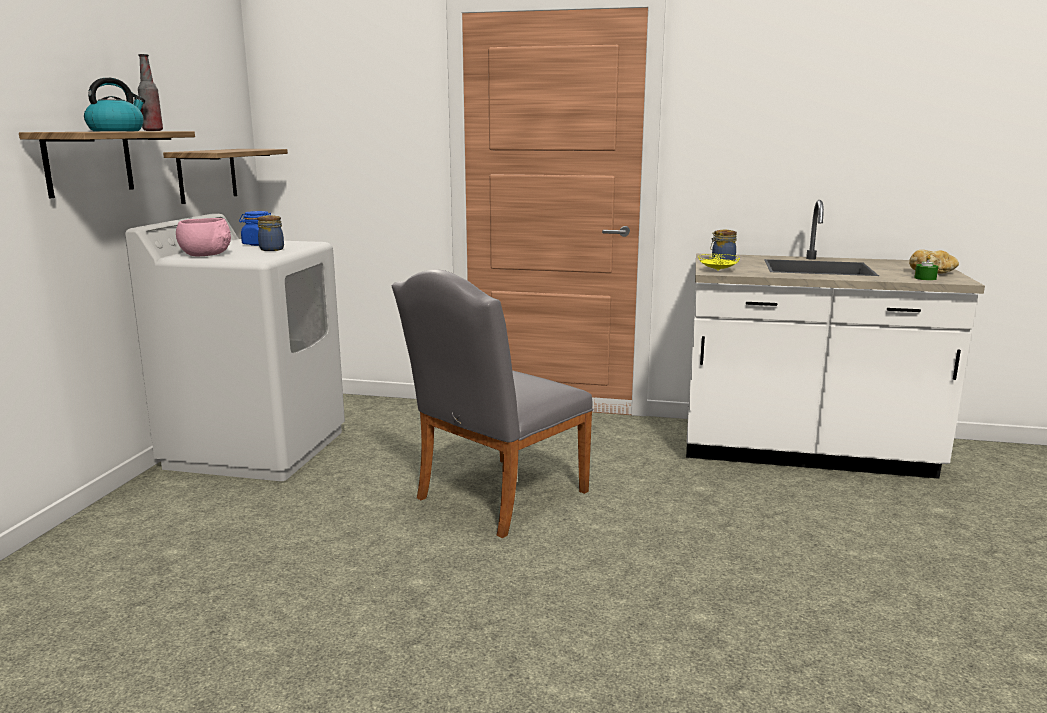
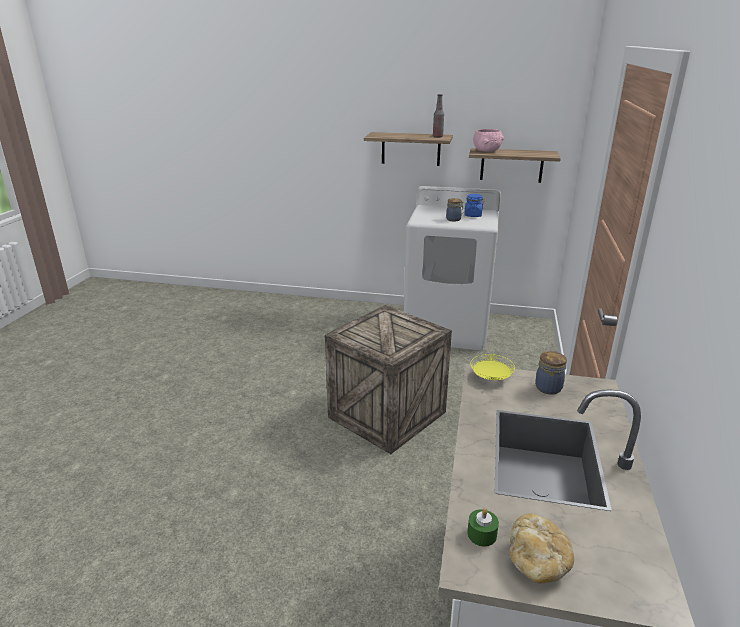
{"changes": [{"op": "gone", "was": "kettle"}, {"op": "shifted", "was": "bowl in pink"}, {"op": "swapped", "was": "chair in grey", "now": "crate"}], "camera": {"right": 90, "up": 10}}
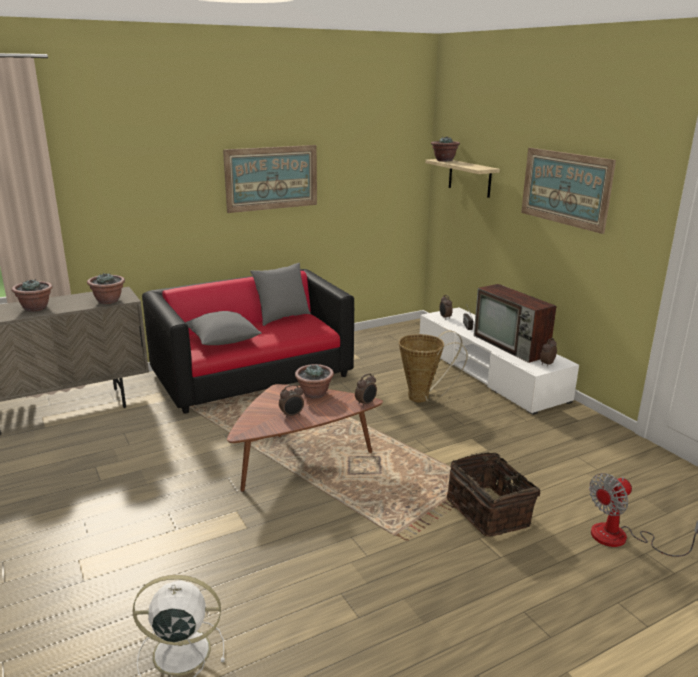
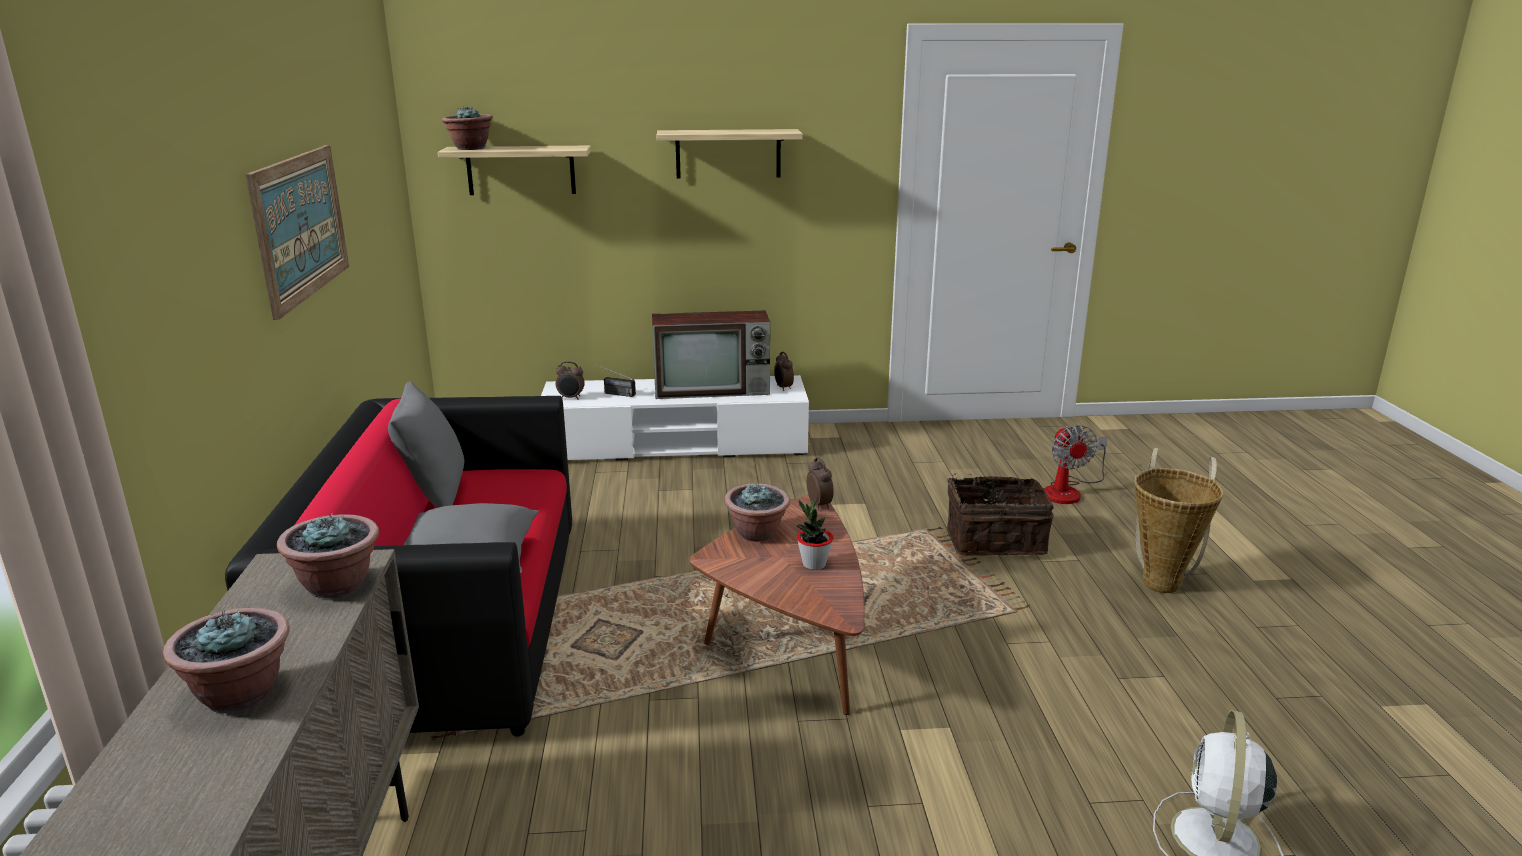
{"changes": [{"op": "swapped", "was": "picture (no. 2 from left)", "now": "shelf (no. 2 from left)"}, {"op": "shifted", "was": "basket (no. 1 from left in the first image)", "now": "basket (no. 2 from left)"}, {"op": "swapped", "was": "alarm clock (no. 1 from left)", "now": "potted plant (no. 5 from left)"}], "camera": {"right": -65, "up": 0}}
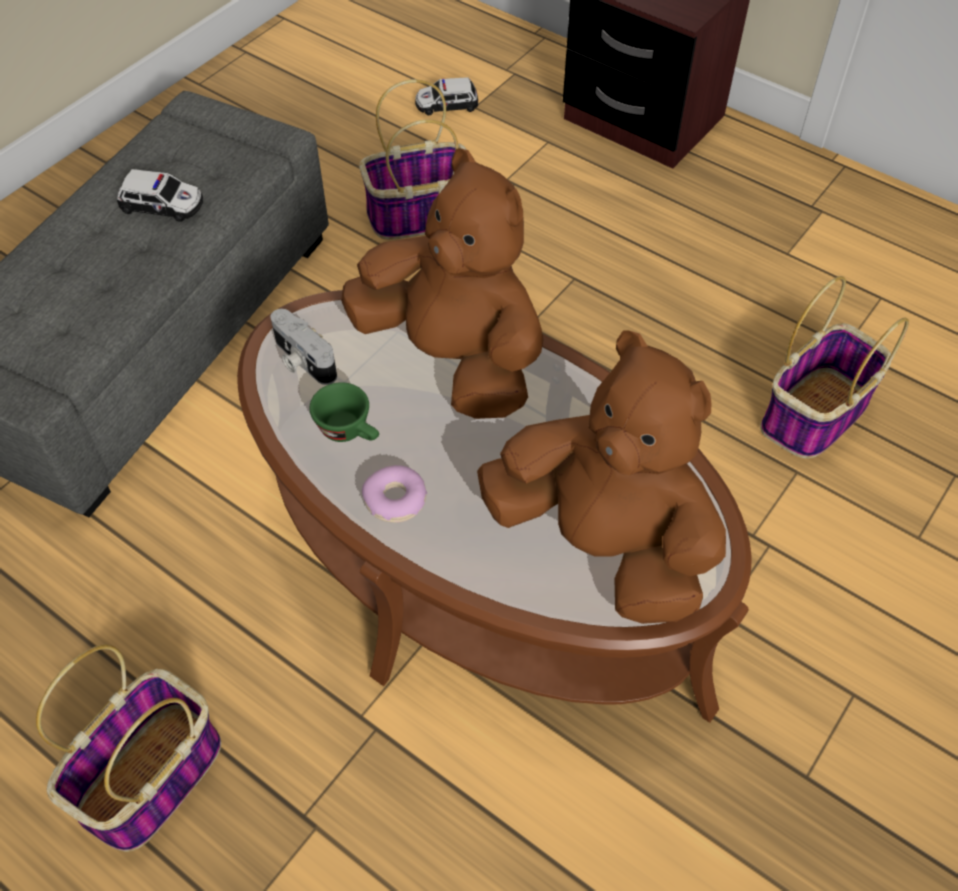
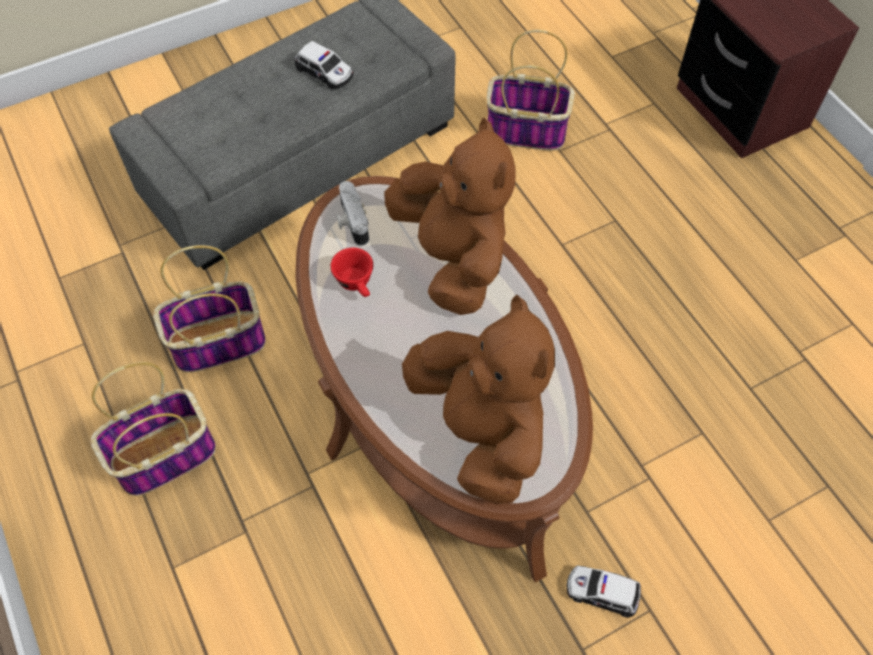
{"changes": [{"op": "shifted", "was": "toy car (no. 2 from left)"}, {"op": "shifted", "was": "basket (no. 3 from left in the first image)", "now": "basket (no. 2 from left)"}, {"op": "repainted", "was": "cup in green", "now": "cup in red"}, {"op": "gone", "was": "donut"}], "camera": {"right": 25, "up": 5}}
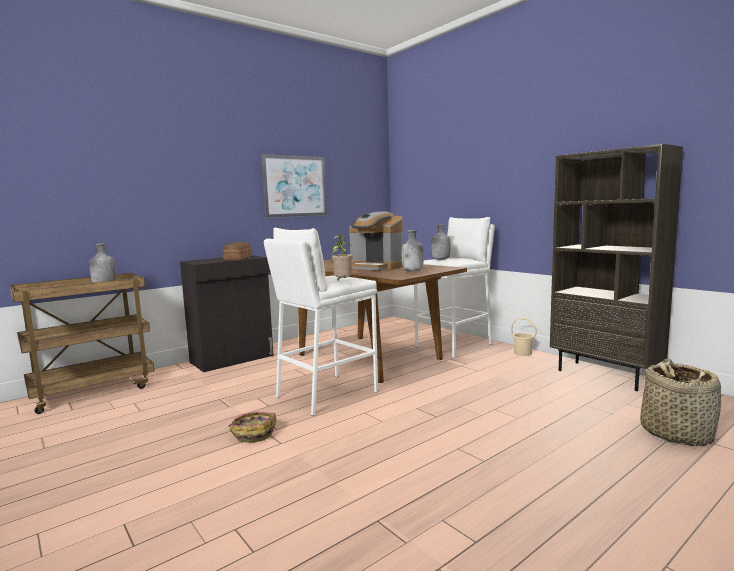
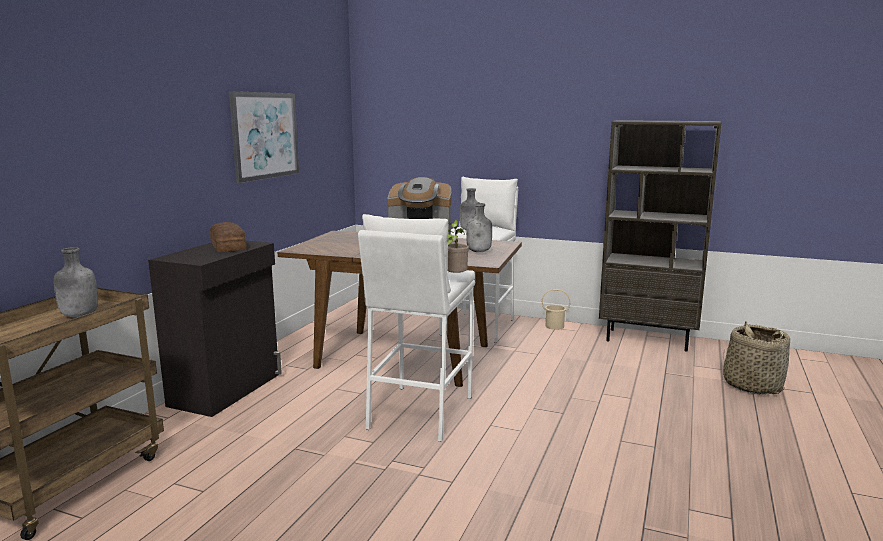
{"changes": [{"op": "gone", "was": "basket (no. 1 from left)"}], "camera": {"right": -30, "up": 5}}
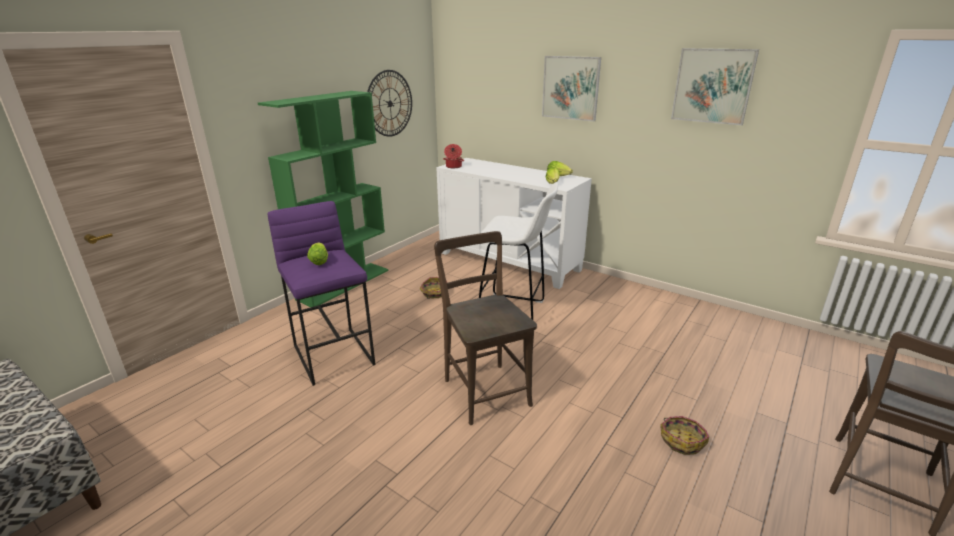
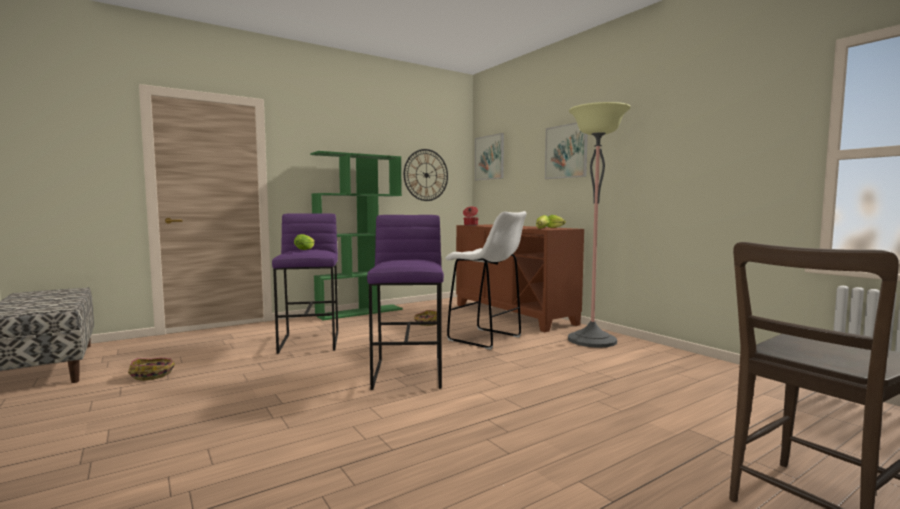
{"changes": [{"op": "shifted", "was": "picture (no. 2 from left in the first image)", "now": "picture (no. 1 from left)"}, {"op": "repainted", "was": "cabinet in white", "now": "cabinet in brown"}, {"op": "swapped", "was": "chair in brown (no. 1 from left)", "now": "stool in purple (no. 2 from left)"}, {"op": "shifted", "was": "basket (no. 2 from left in the first image)", "now": "basket (no. 1 from left)"}, {"op": "new", "now": "floor lamp"}], "camera": {"right": 20, "up": -20}}
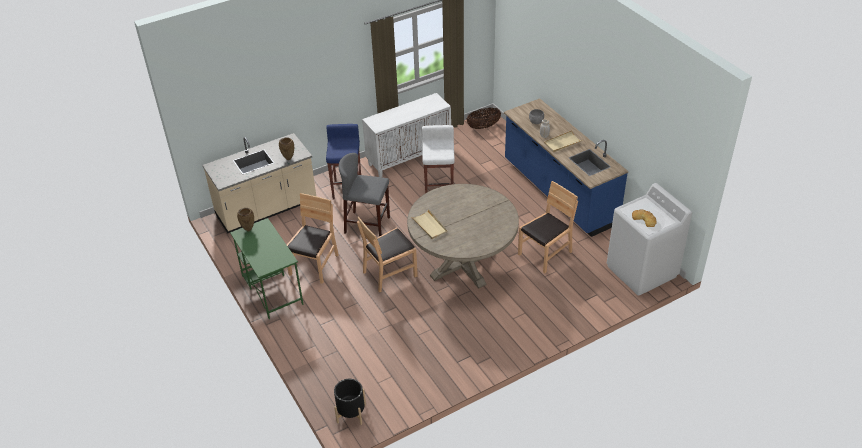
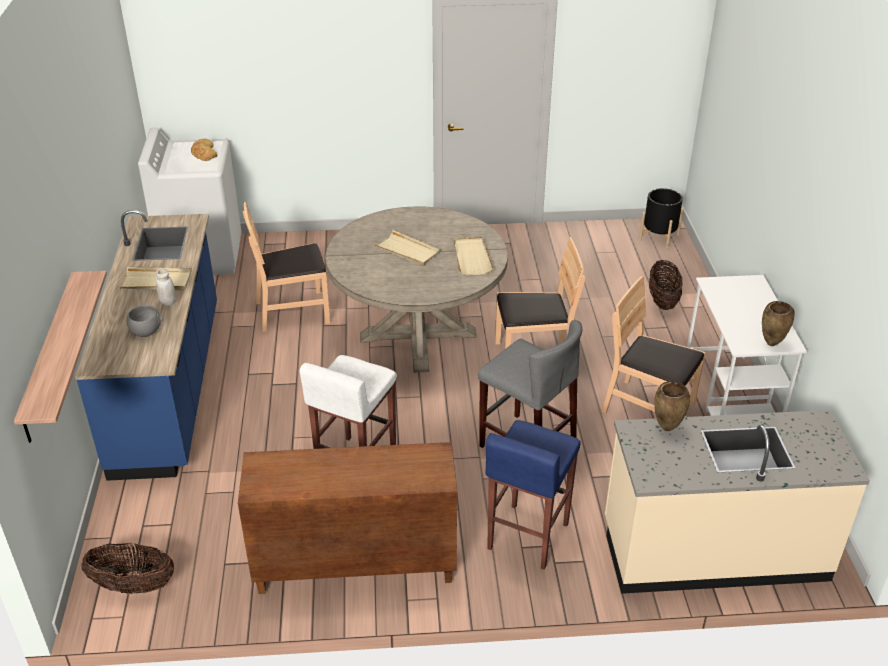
{"changes": [{"op": "repainted", "was": "cabinet in white", "now": "cabinet in brown"}, {"op": "rotated", "was": "chair in brown (no. 1 from left in the first image)", "clockwise": 75}, {"op": "repainted", "was": "desk in green", "now": "desk in white"}, {"op": "new", "now": "tray in beige (no. 2 from left)"}, {"op": "new", "now": "basket (no. 2 from left)"}, {"op": "new", "now": "shelf"}], "camera": {"right": -155, "up": -5}}
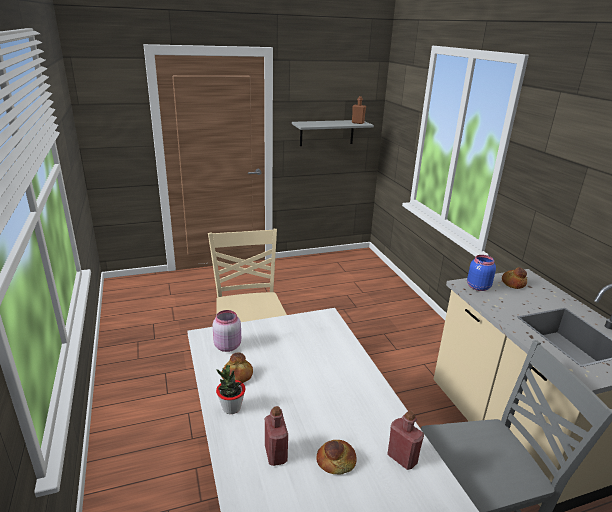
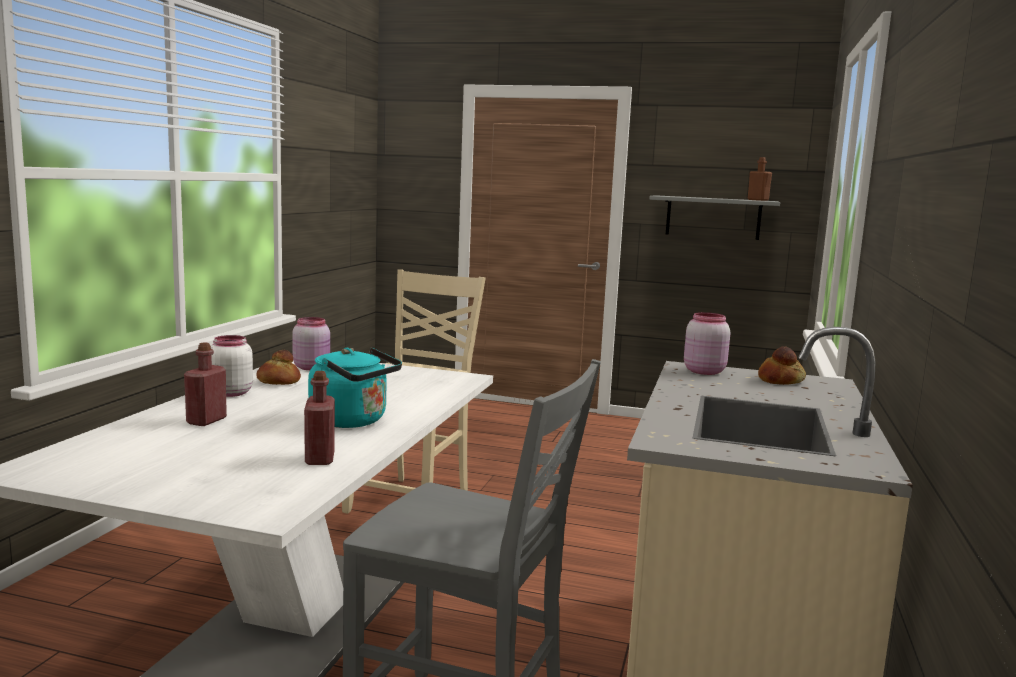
{"changes": [{"op": "repainted", "was": "jar in blue", "now": "jar in pink (no. 2 from left)"}, {"op": "swapped", "was": "potted plant", "now": "jar in white"}, {"op": "gone", "was": "bread (no. 2 from left)"}, {"op": "new", "now": "kettle in turquoise"}], "camera": {"right": 35, "up": -15}}
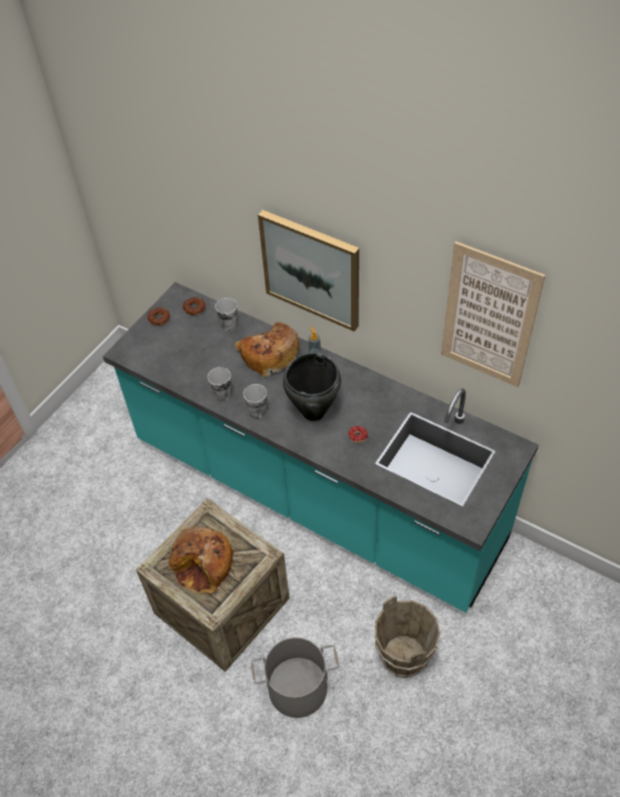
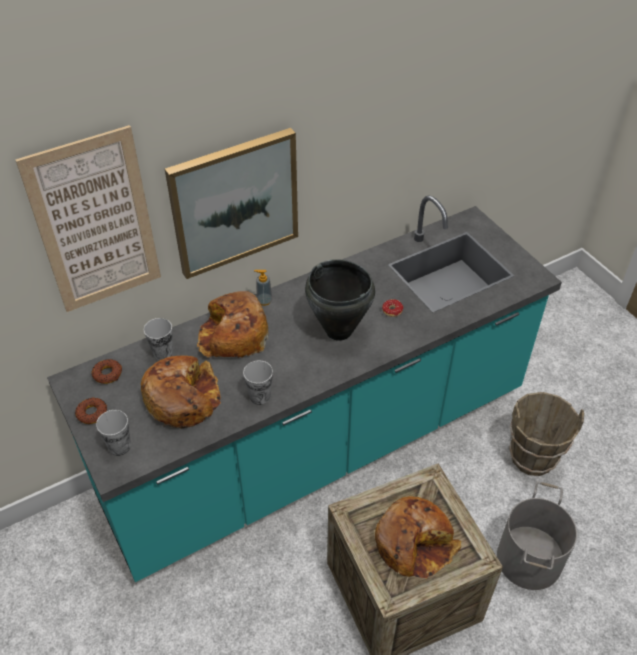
{"changes": [{"op": "shifted", "was": "picture (no. 2 from left in the first image)", "now": "picture (no. 1 from left)"}, {"op": "shifted", "was": "cup (no. 3 from left in the first image)", "now": "cup (no. 1 from left)"}, {"op": "new", "now": "bread (no. 1 from left)"}], "camera": {"right": -65, "up": -5}}
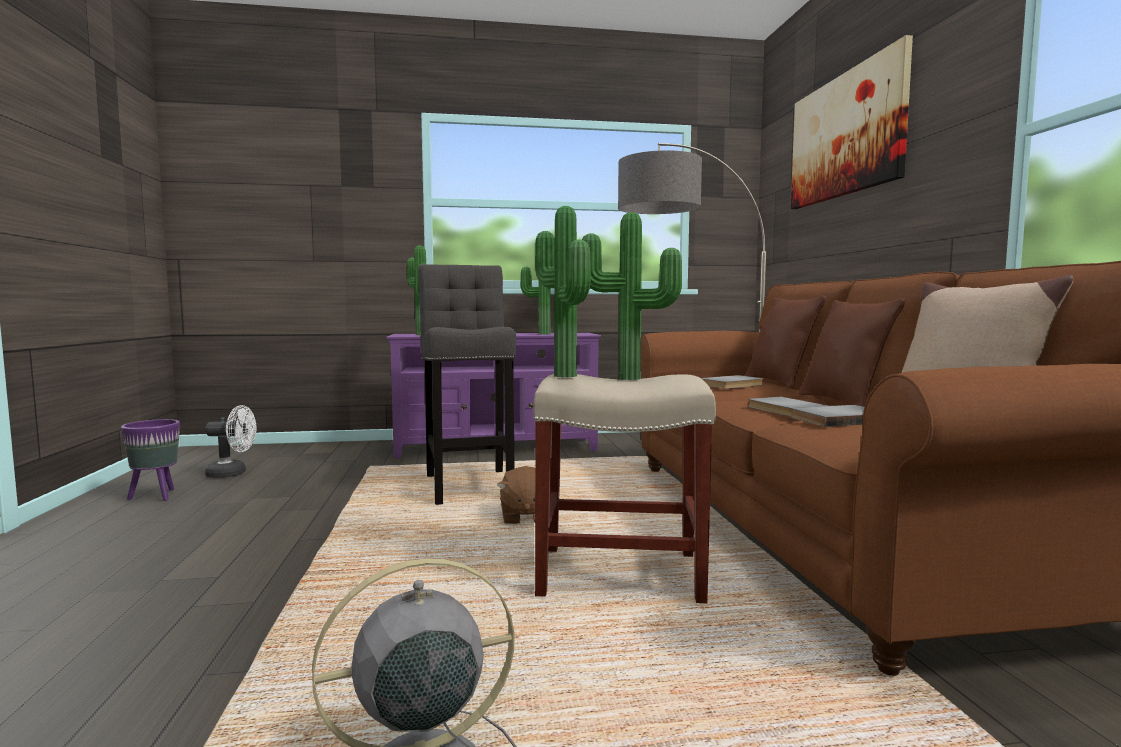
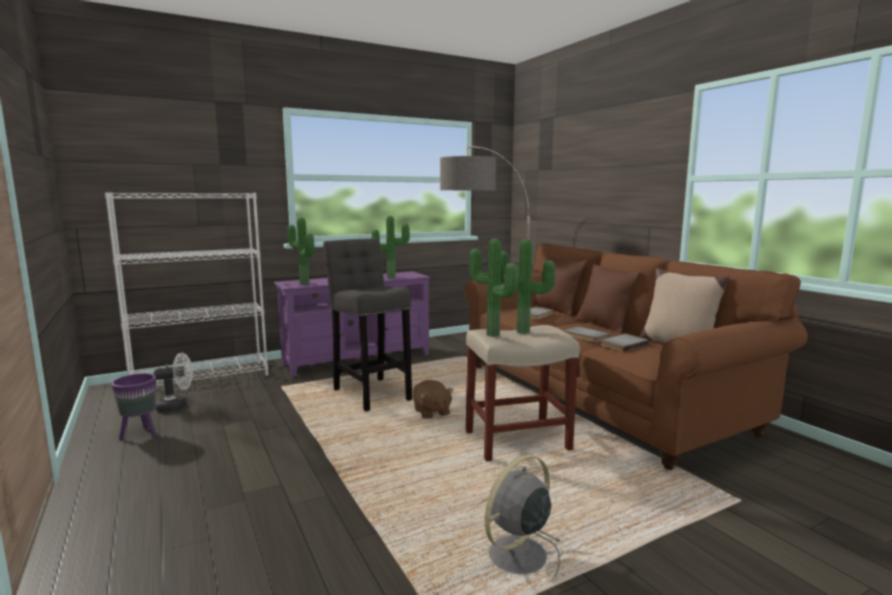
{"changes": [{"op": "gone", "was": "picture"}, {"op": "new", "now": "bookcase in white"}], "camera": {"right": -20, "up": 5}}
